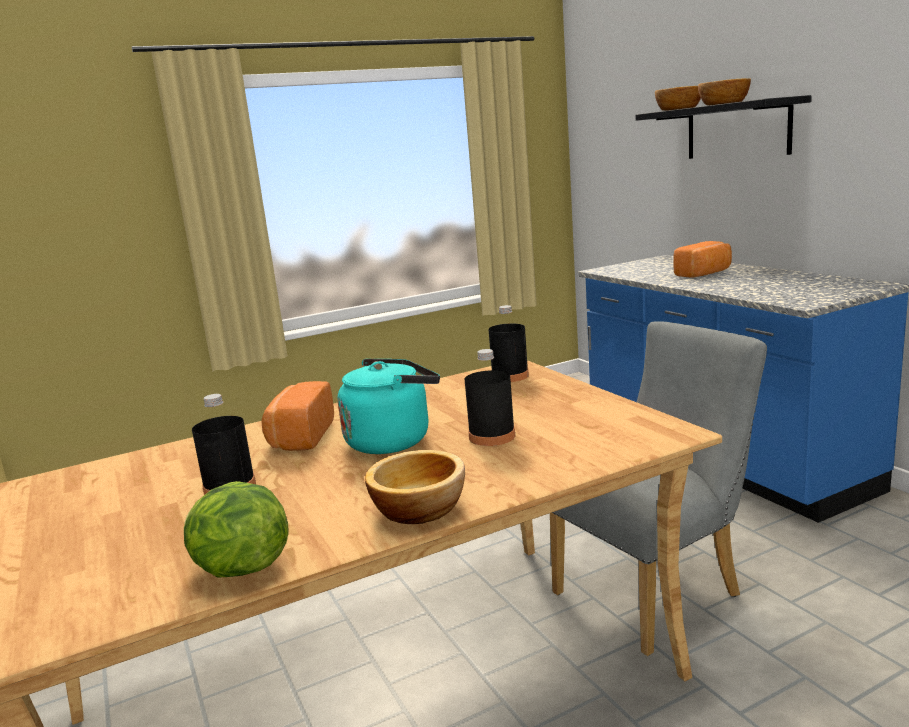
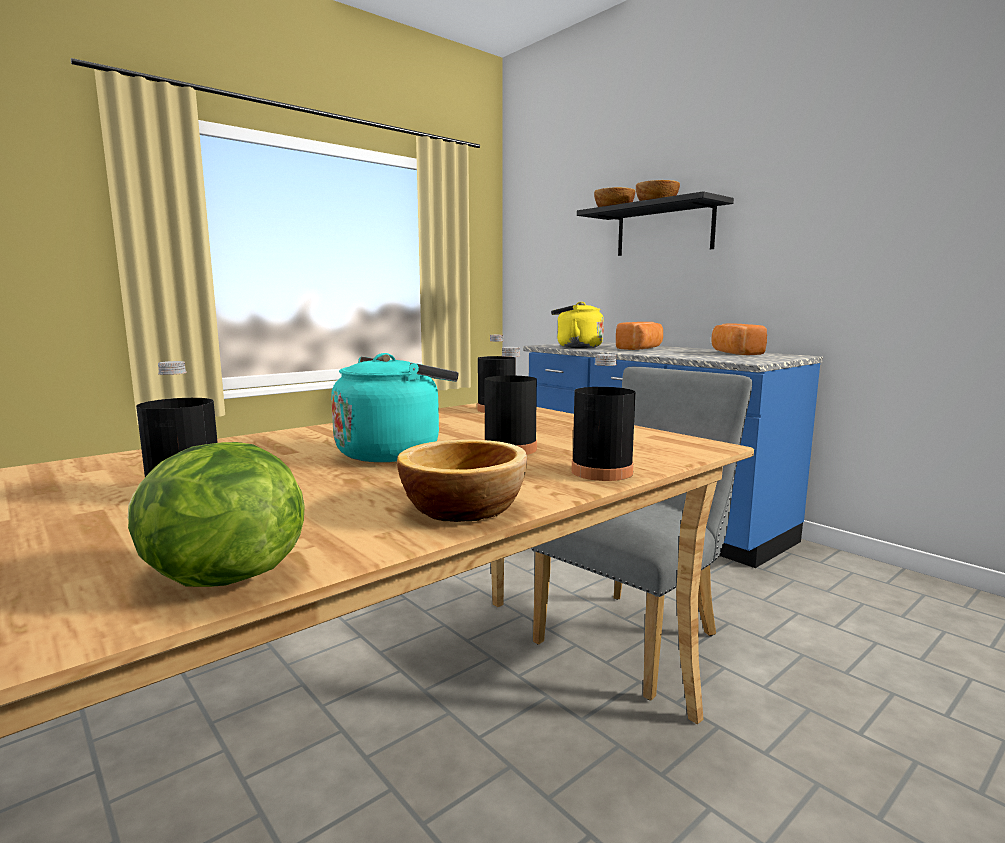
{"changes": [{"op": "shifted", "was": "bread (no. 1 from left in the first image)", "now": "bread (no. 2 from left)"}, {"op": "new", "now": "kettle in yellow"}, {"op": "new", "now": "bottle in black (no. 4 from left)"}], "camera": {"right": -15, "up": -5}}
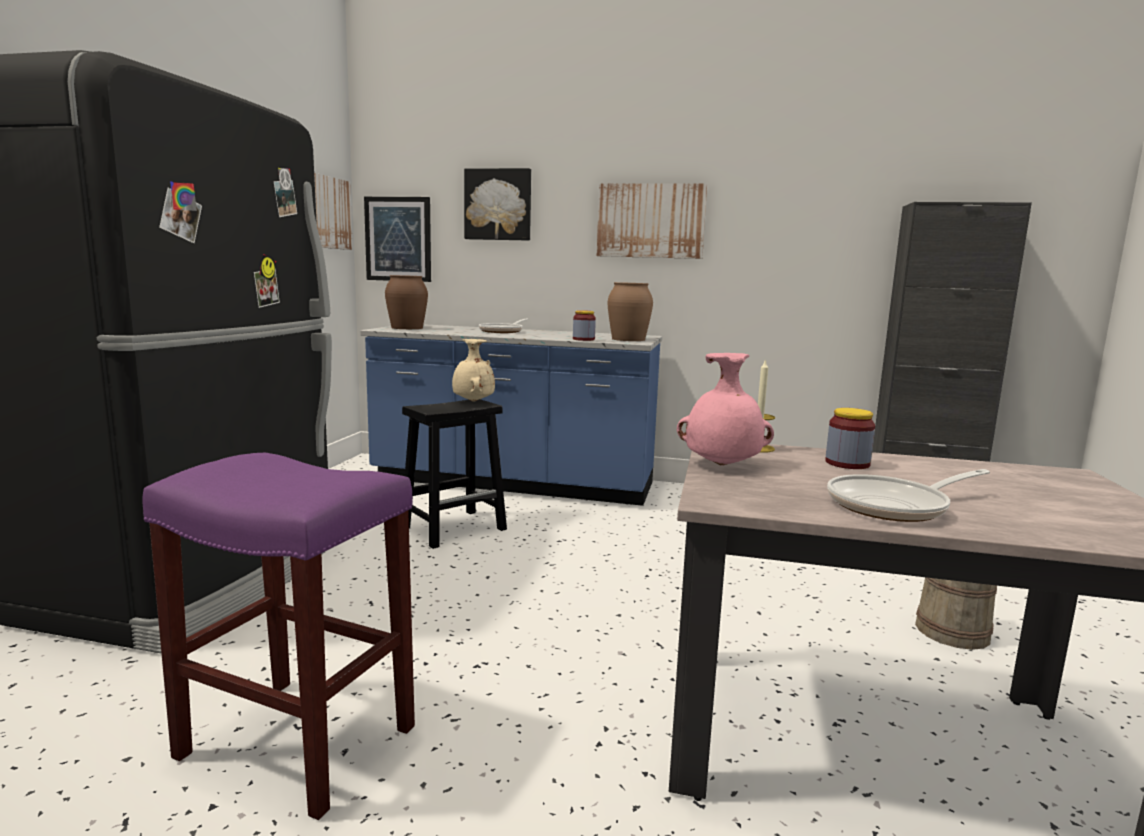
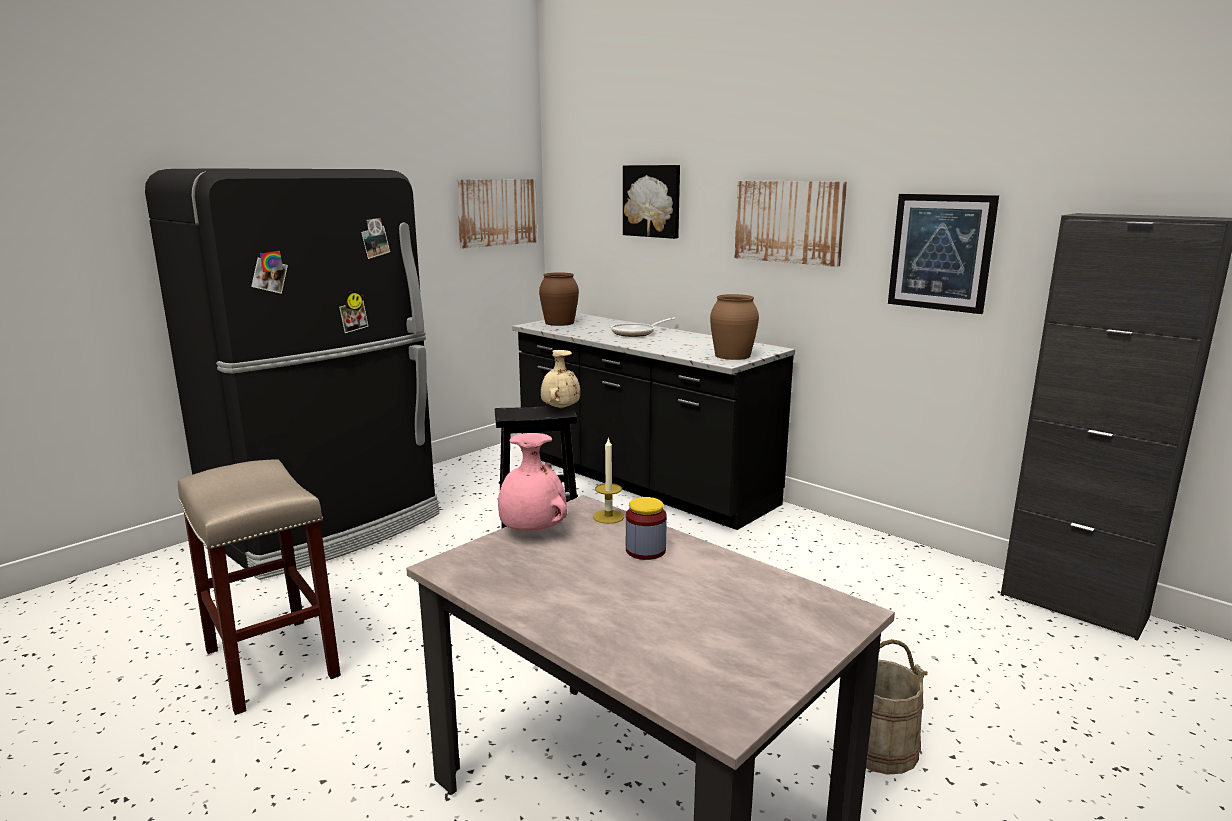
{"changes": [{"op": "shifted", "was": "picture (no. 2 from left in the first image)", "now": "picture (no. 4 from left)"}, {"op": "gone", "was": "jar (no. 1 from left)"}, {"op": "repainted", "was": "counter in blue", "now": "counter in black"}, {"op": "repainted", "was": "stool in purple", "now": "stool in beige"}, {"op": "gone", "was": "frying pan (no. 2 from left)"}], "camera": {"right": 30, "up": 5}}
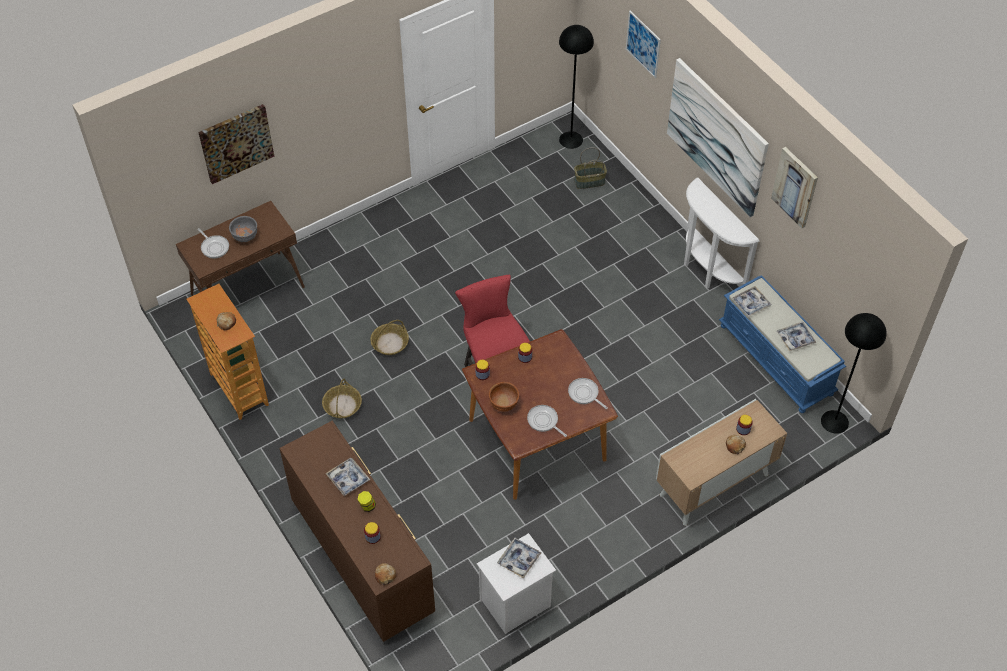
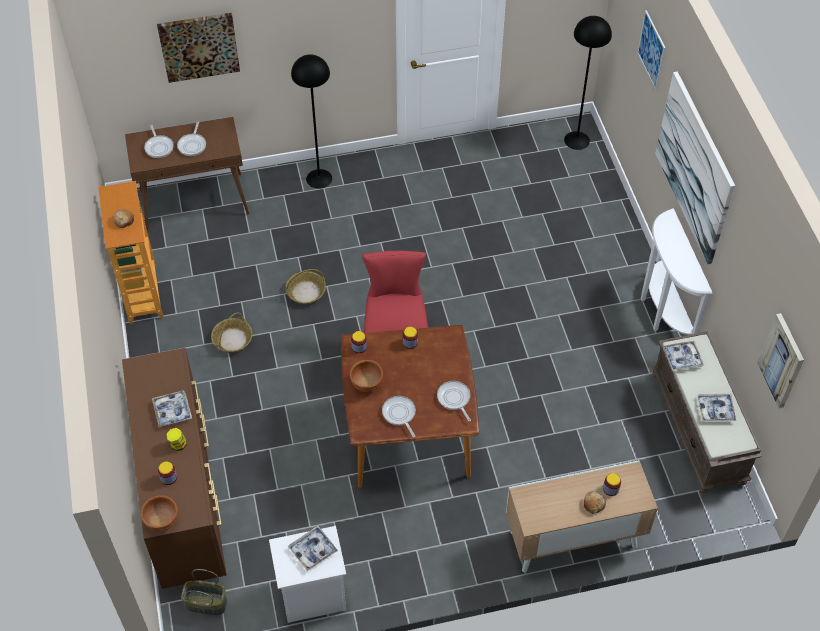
{"changes": [{"op": "shifted", "was": "basket (no. 3 from left in the first image)", "now": "basket (no. 1 from left)"}, {"op": "shifted", "was": "picture (no. 4 from left)"}, {"op": "swapped", "was": "bowl in grey", "now": "frying pan (no. 2 from left)"}, {"op": "repainted", "was": "bench in blue", "now": "bench in brown"}, {"op": "shifted", "was": "floor lamp in black (no. 2 from left in the first image)", "now": "floor lamp in black (no. 1 from left)"}, {"op": "swapped", "was": "bread (no. 2 from left)", "now": "bowl in brown (no. 1 from left)"}], "camera": {"right": 20, "up": 0}}
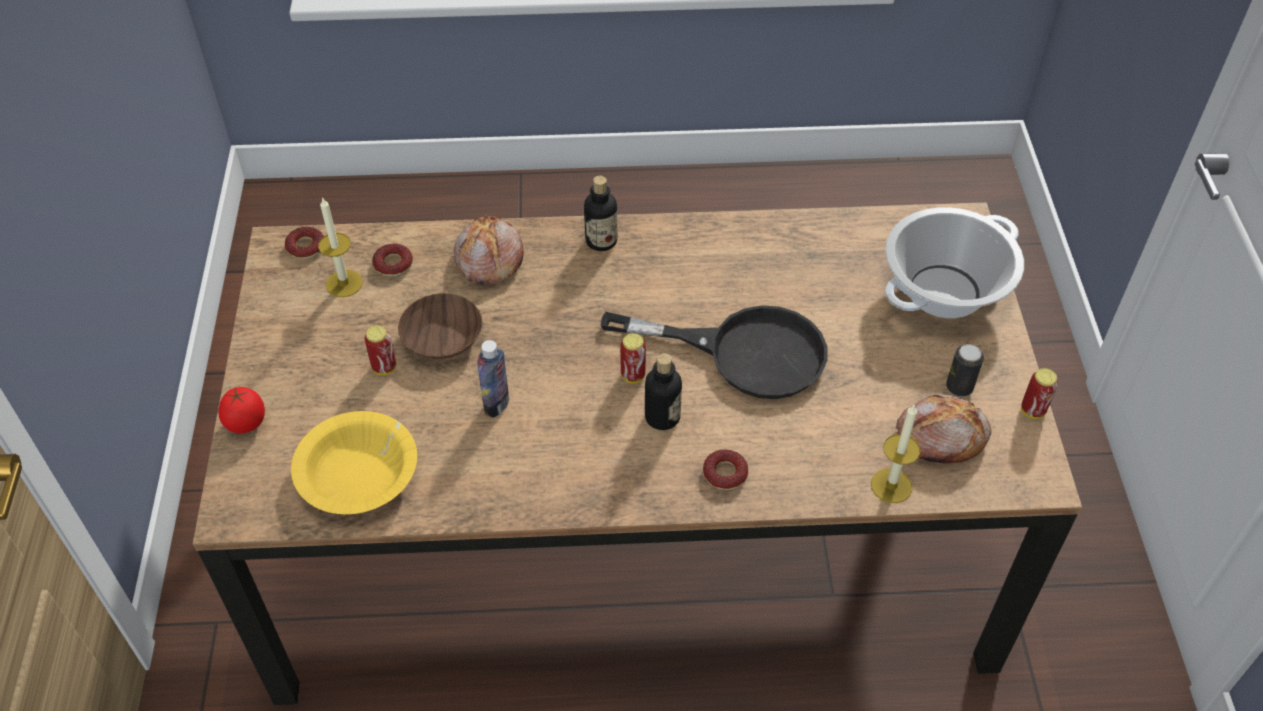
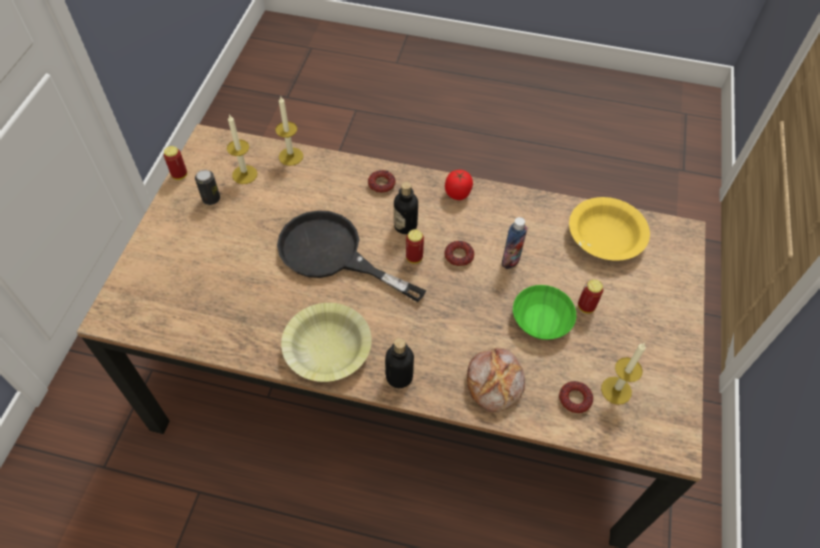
{"changes": [{"op": "gone", "was": "cooking pot"}, {"op": "shifted", "was": "donut (no. 1 from left in the first image)", "now": "donut (no. 2 from left)"}, {"op": "repainted", "was": "bowl in brown", "now": "bowl in green"}, {"op": "shifted", "was": "tomato"}, {"op": "swapped", "was": "bread (no. 2 from left)", "now": "candle (no. 1 from left)"}, {"op": "new", "now": "bowl in yellow (no. 1 from left)"}], "camera": {"right": -165, "up": 5}}
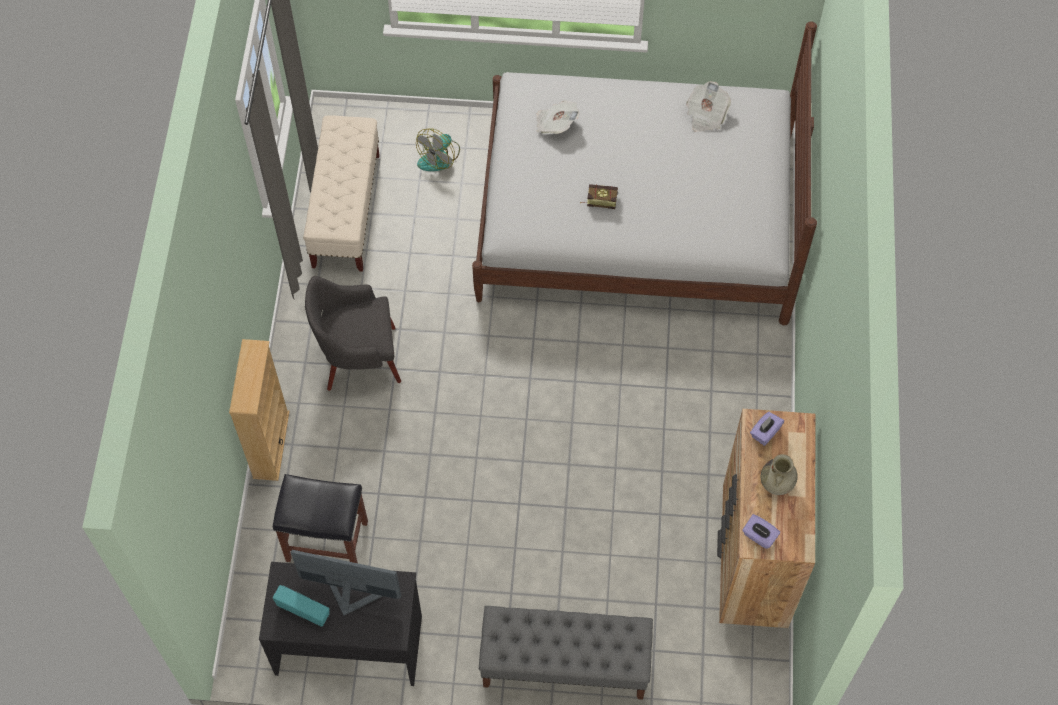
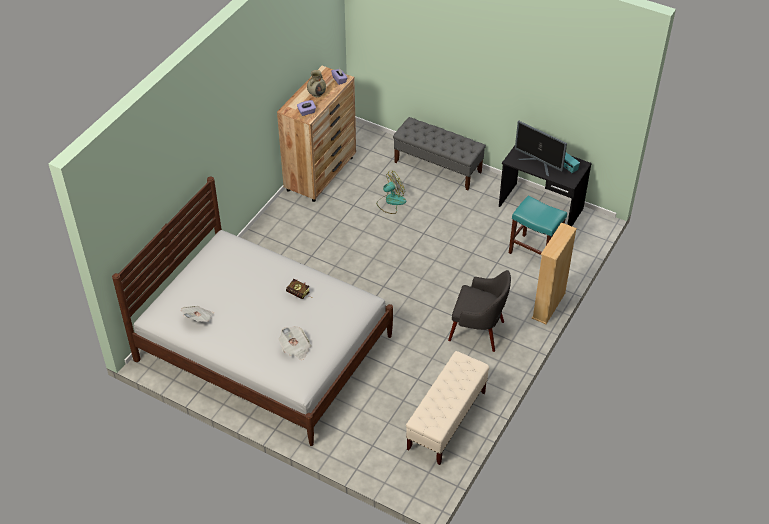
{"changes": [{"op": "shifted", "was": "fan"}, {"op": "repainted", "was": "stool in black", "now": "stool in turquoise"}], "camera": {"right": -155, "up": -15}}
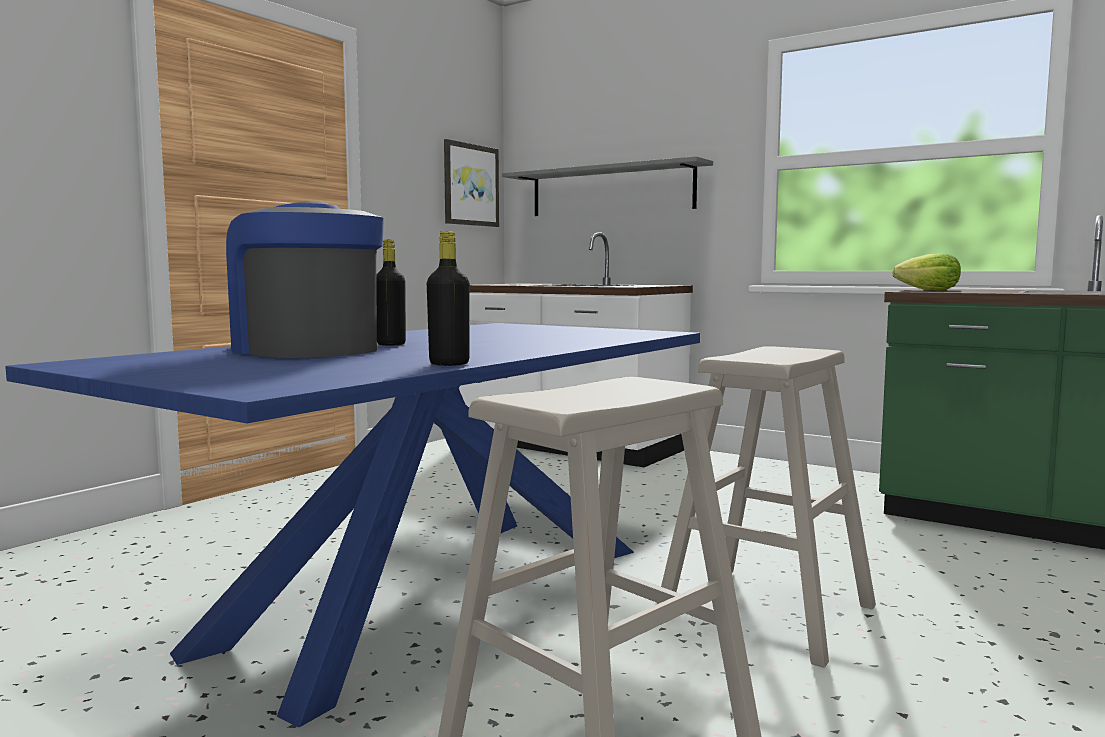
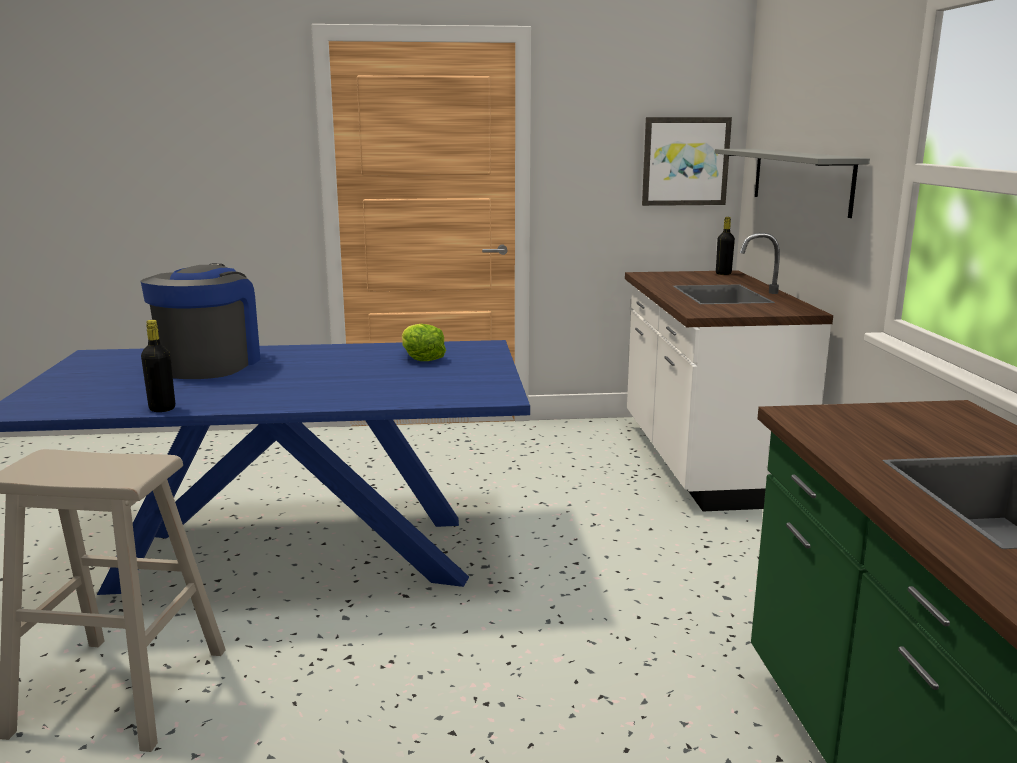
{"changes": [{"op": "shifted", "was": "bottle in black (no. 1 from left in the first image)", "now": "bottle in black (no. 2 from left)"}, {"op": "shifted", "was": "lettuce"}, {"op": "gone", "was": "stool in beige (no. 2 from left)"}], "camera": {"right": 50, "up": 10}}
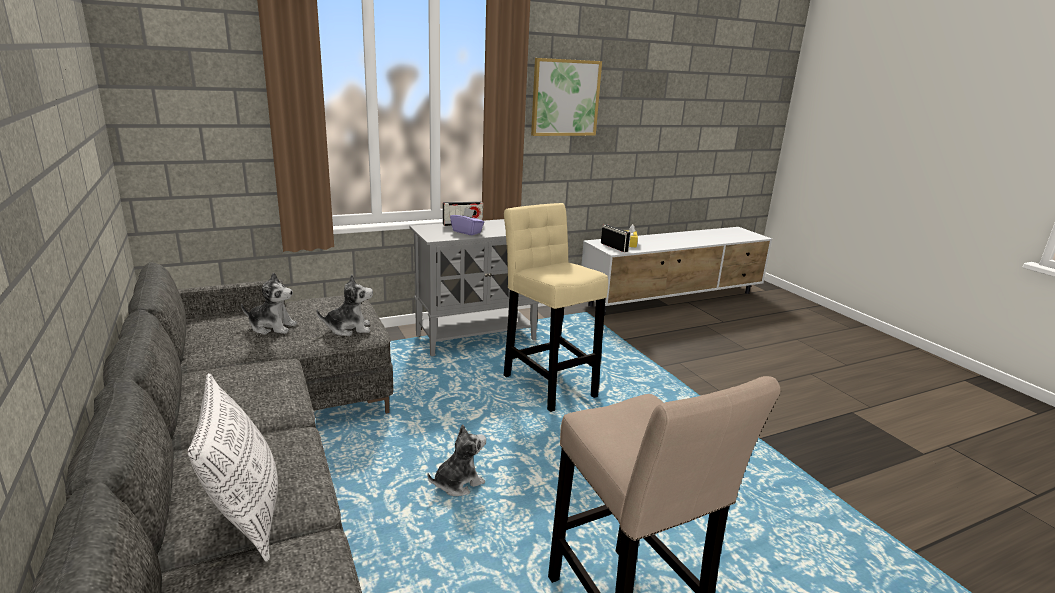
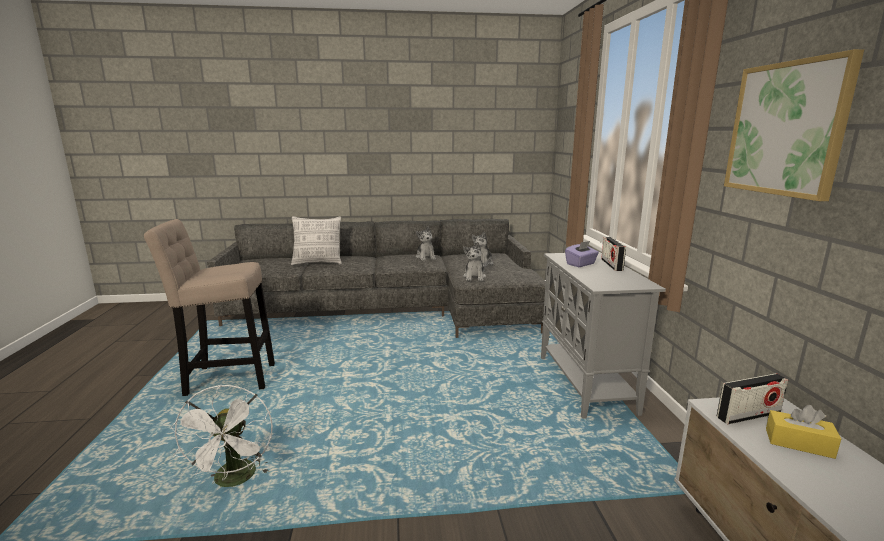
{"changes": [{"op": "gone", "was": "stool in beige (no. 1 from left)"}, {"op": "shifted", "was": "plush toy (no. 3 from left in the first image)", "now": "plush toy (no. 1 from left)"}, {"op": "new", "now": "fan in white"}], "camera": {"right": 110, "up": -5}}
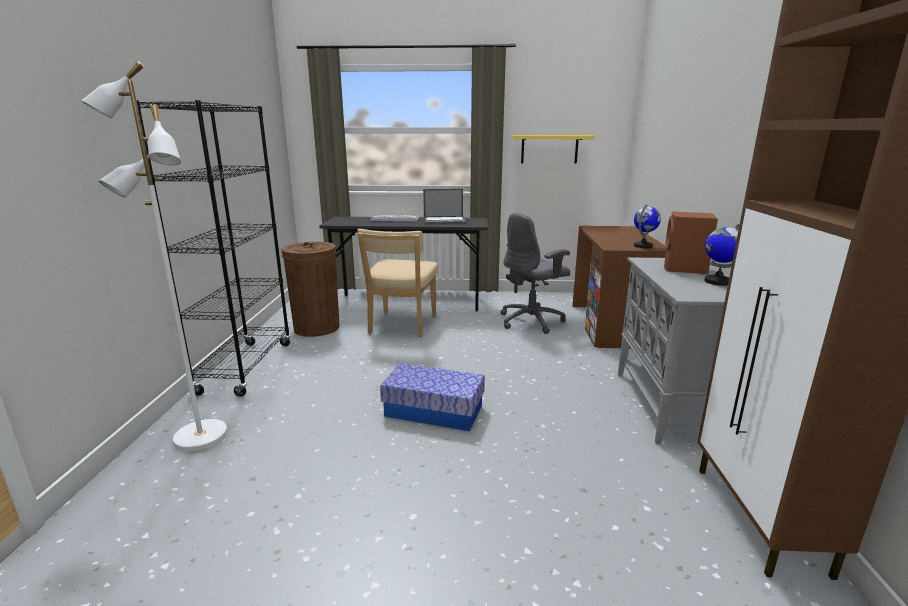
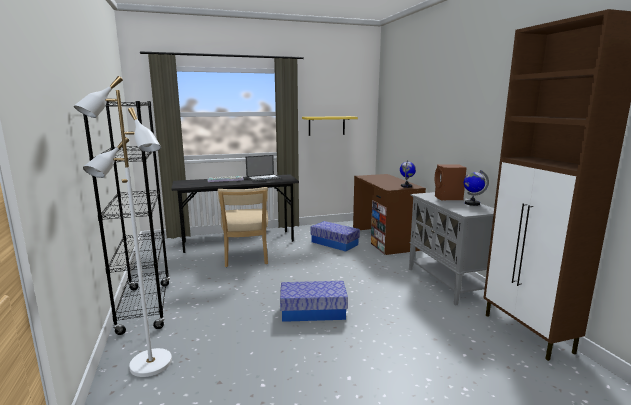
{"changes": [{"op": "swapped", "was": "office chair in grey", "now": "storage box (no. 2 from left)"}, {"op": "gone", "was": "trash can in brown"}], "camera": {"right": -20, "up": -5}}
